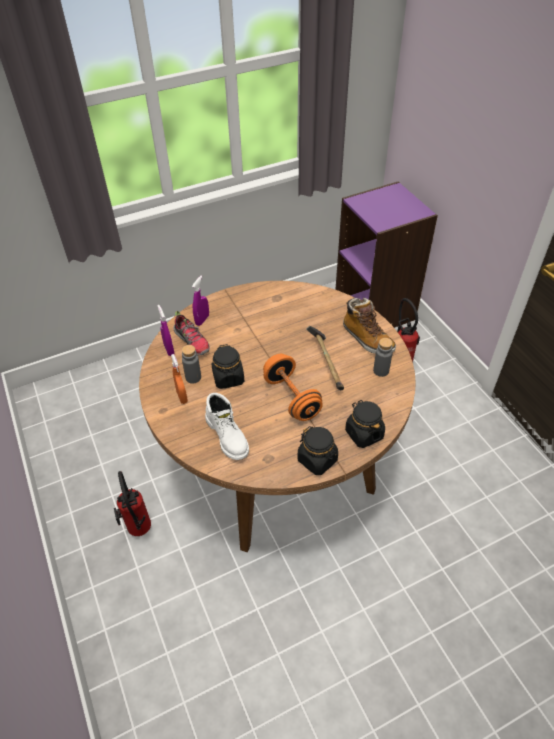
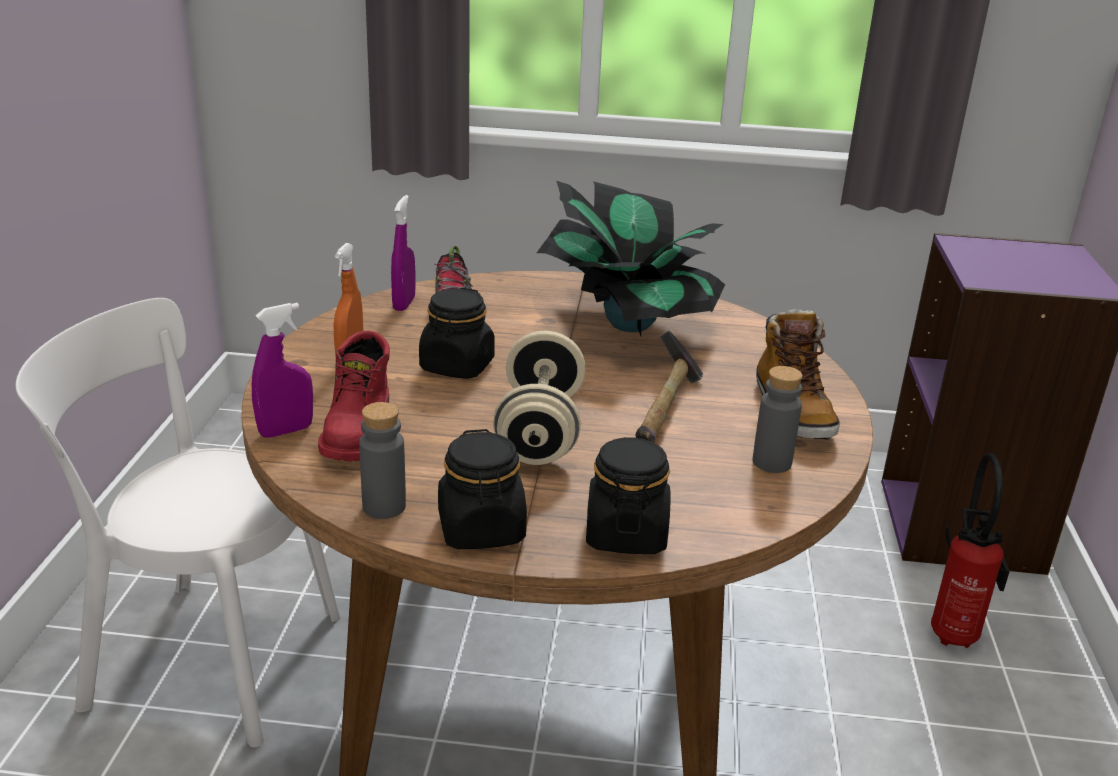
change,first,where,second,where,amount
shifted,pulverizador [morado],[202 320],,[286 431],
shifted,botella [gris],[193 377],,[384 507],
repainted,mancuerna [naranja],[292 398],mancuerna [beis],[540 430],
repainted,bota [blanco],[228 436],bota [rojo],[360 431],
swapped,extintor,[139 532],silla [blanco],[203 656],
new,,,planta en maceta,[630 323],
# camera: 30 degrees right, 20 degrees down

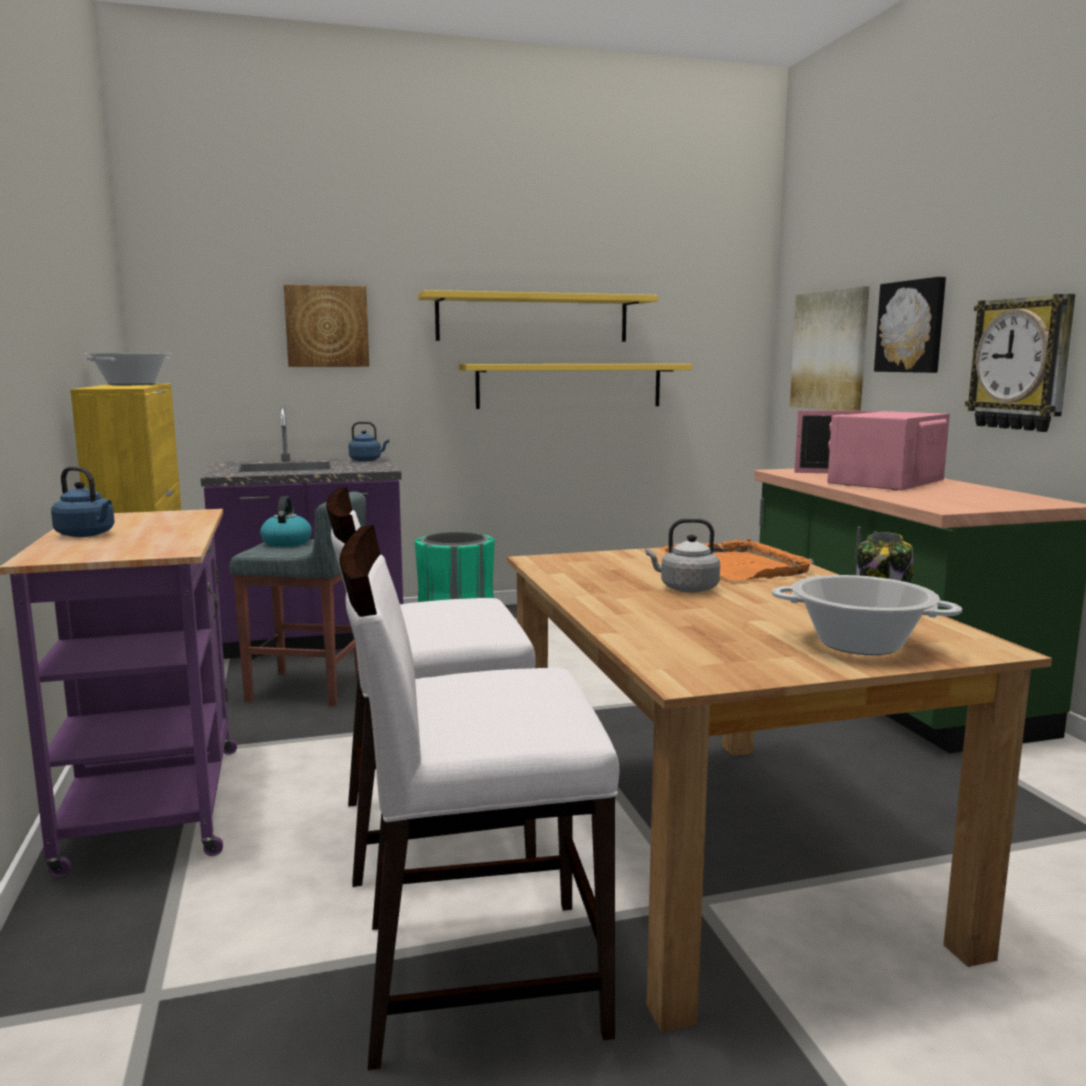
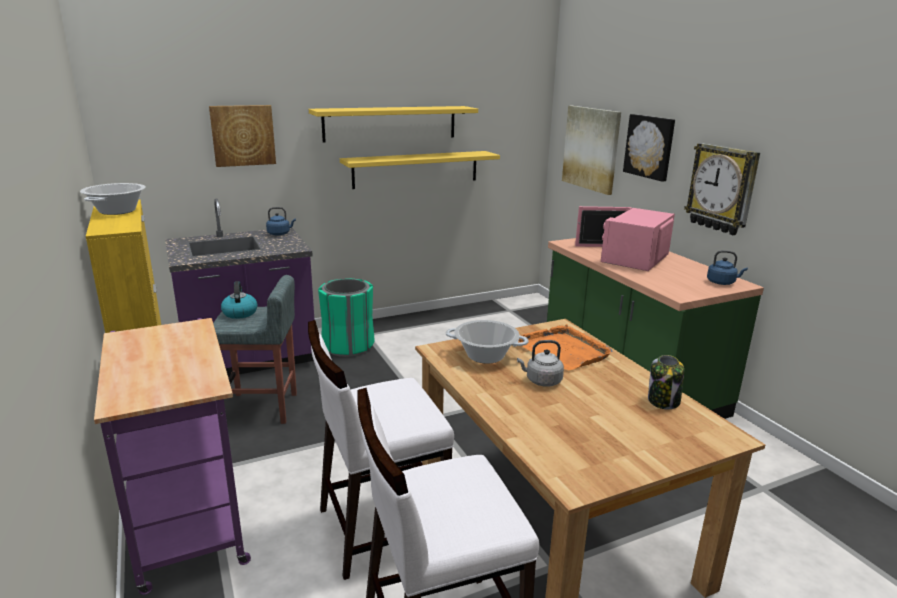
change,first,where,second,where,amount
shifted,hervidor [azul],[87 535],,[722 282],
shifted,olla,[860 644],,[485 356],
# camera: 10 degrees left, 10 degrees up

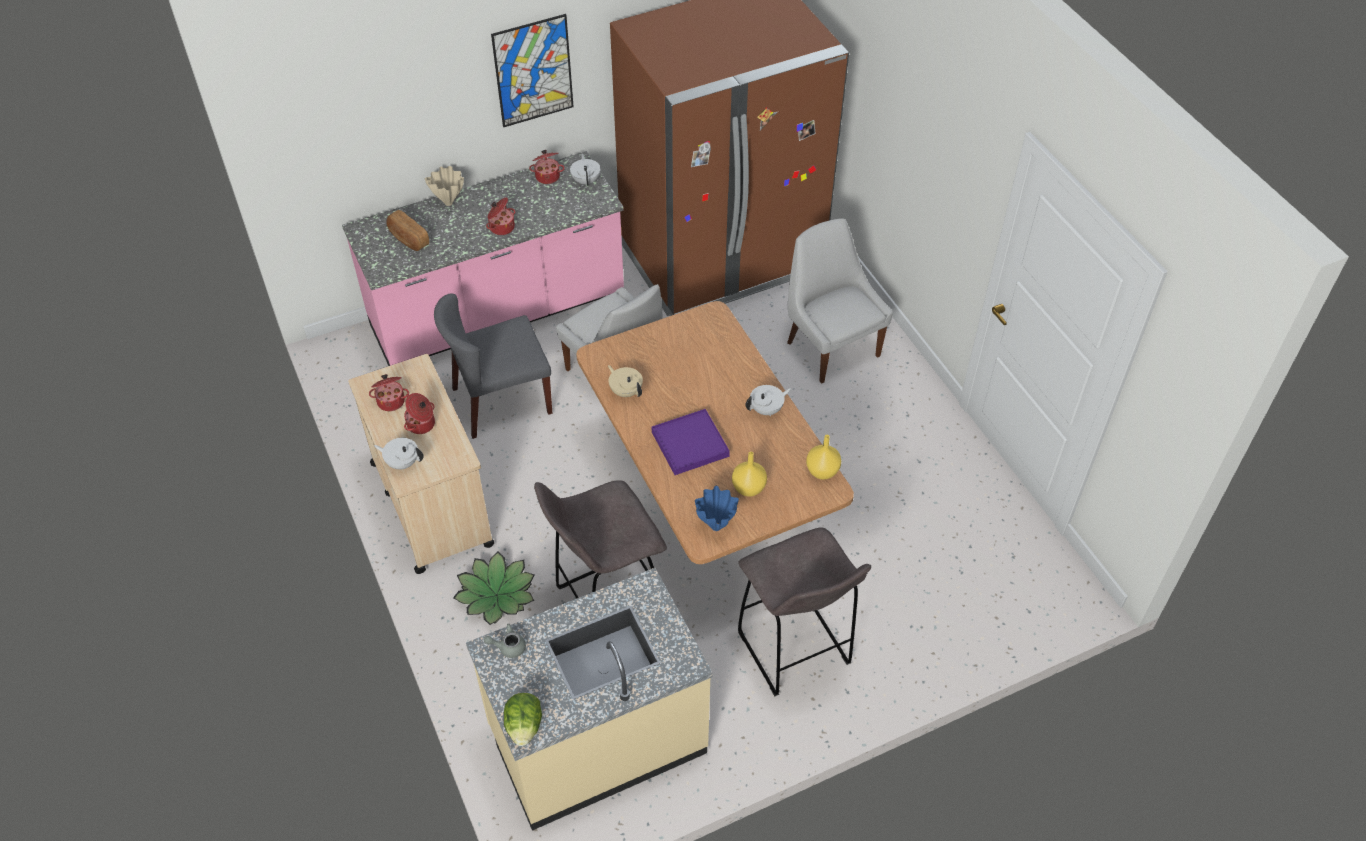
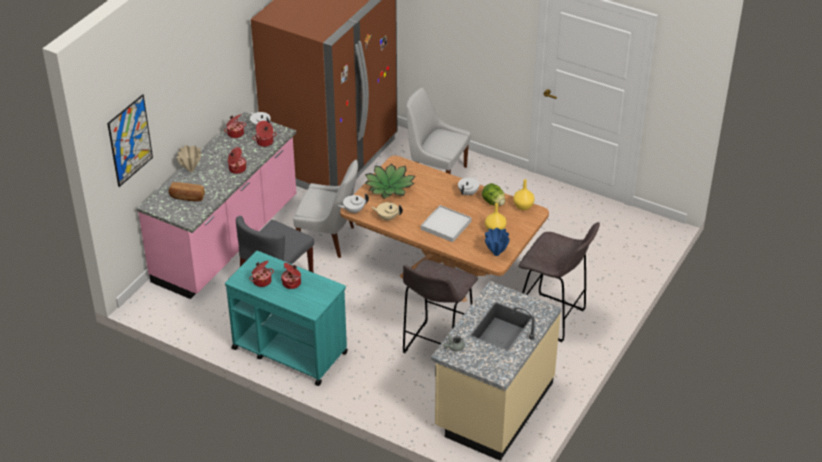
change,first,where,second,where,amount
shifted,cuadro,[533 71],,[130 140],
repainted,carrito [beis],[431 503],carrito [turquesa],[289 350],
repainted,bandeja [morado],[690 444],bandeja [blanco],[446 225],
shifted,tetera [blanco],[402 462],,[353 210],
shifted,planta en maceta,[496 595],,[389 187],
shifted,lechuga,[524 726],,[493 202],
new,,,olla,[265 142],
# camera: 35 degrees left, 10 degrees down

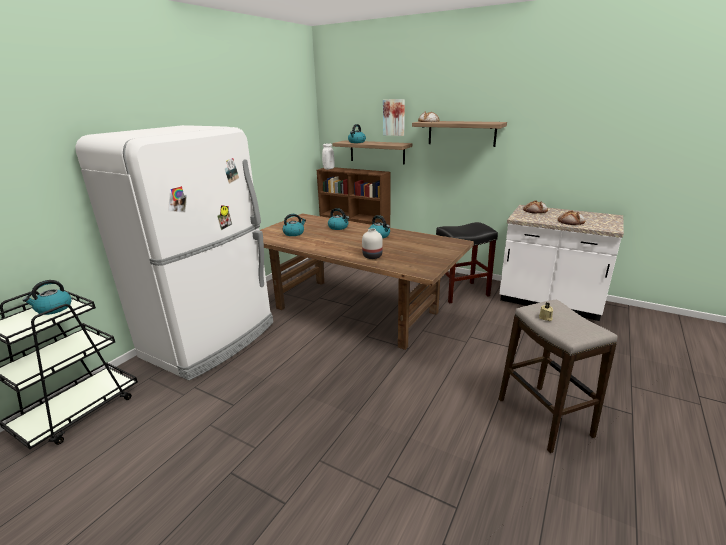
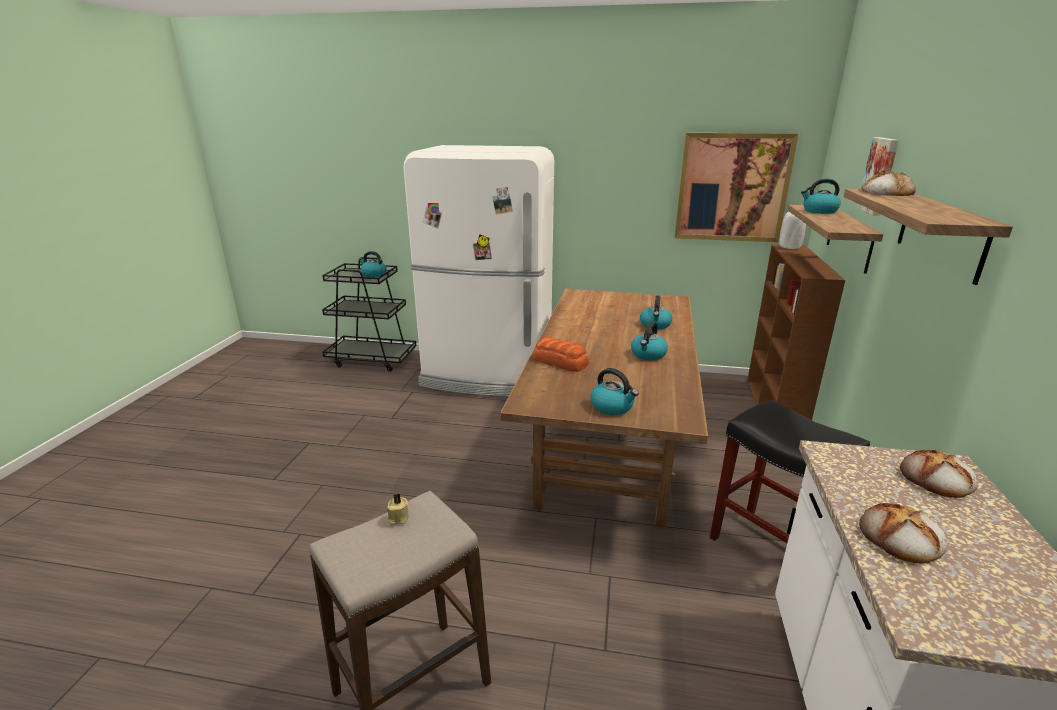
change,first,where,second,where,amount
shifted,hervidor,[294 233],,[612 407],
swapped,florero [blanco],[373 256],pan,[561 362],
new,,,cuadro,[732 188],
# camera: 70 degrees right, 0 degrees up

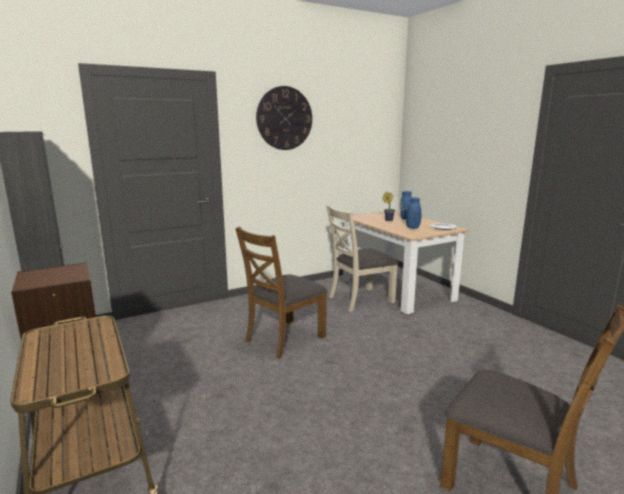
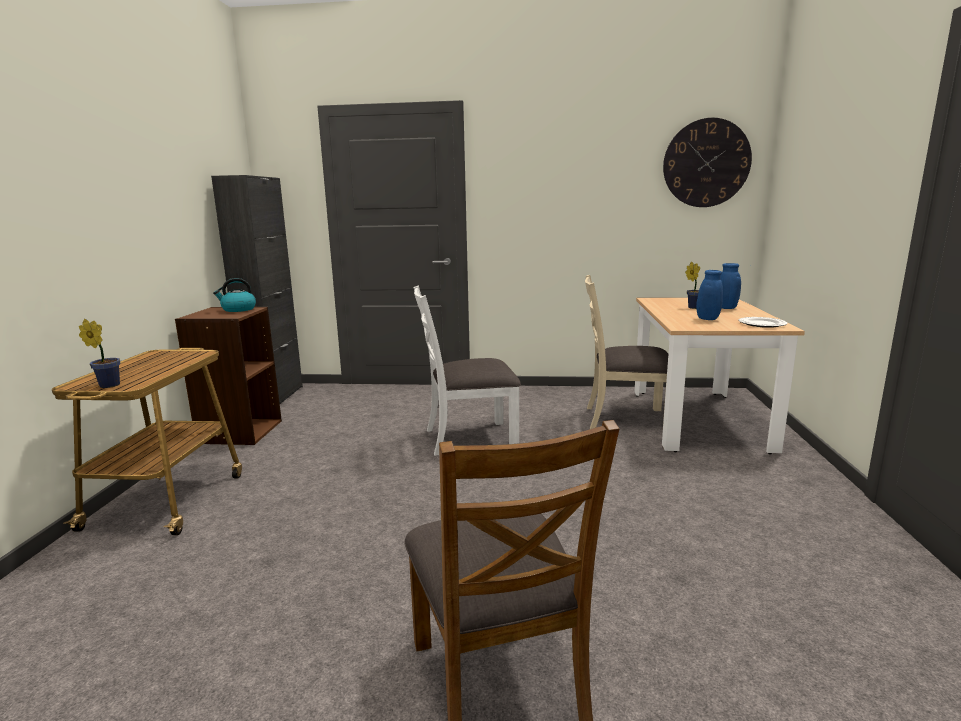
change,first,where,second,where,amount
shifted,reloj de pared,[284 118],,[706 163],
repainted,silla [marrón],[284 338],silla [blanco],[469 438],
new,,,hervidor,[238 309],
new,,,planta en maceta,[107 385],
# camera: 35 degrees right, 0 degrees up

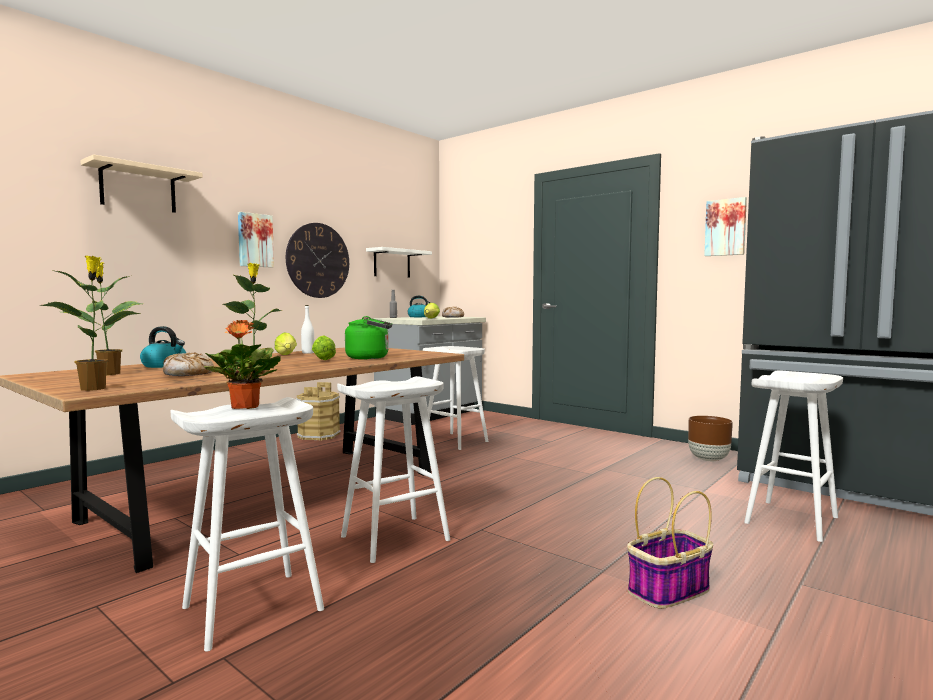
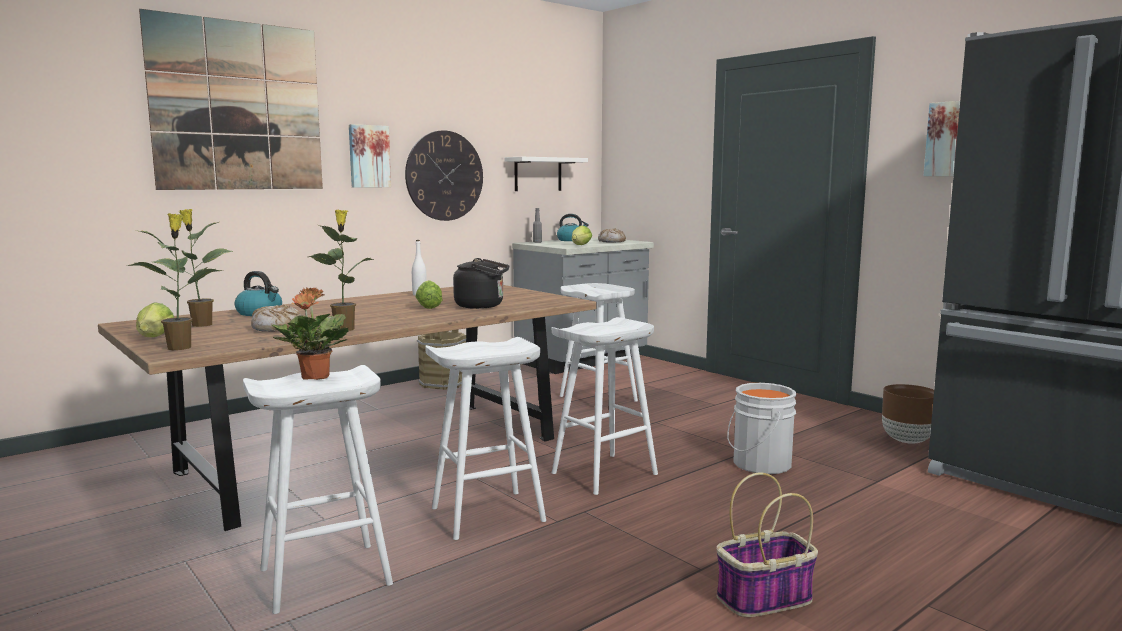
change,first,where,second,where,amount
swapped,estante [beis],[138 189],cuadro,[238 106],
repainted,hervidor [verde],[370 358],hervidor [negro],[482 306],
shifted,lechuga,[286 355],,[154 338],
shifted,taburete [blanco],[792 521],,[604 474],
new,,,cubo [gris],[758 464],
# camera: 10 degrees right, 5 degrees up

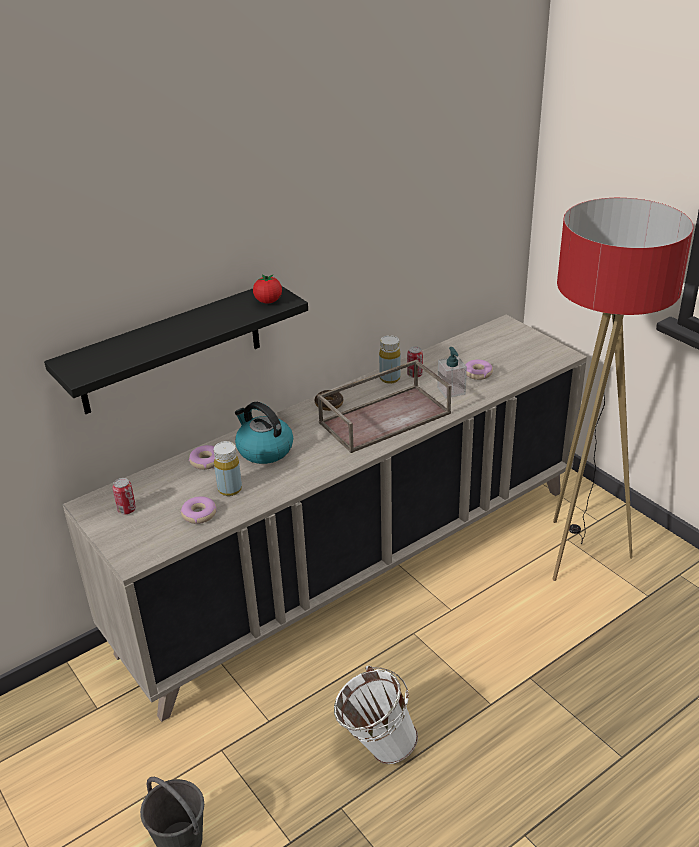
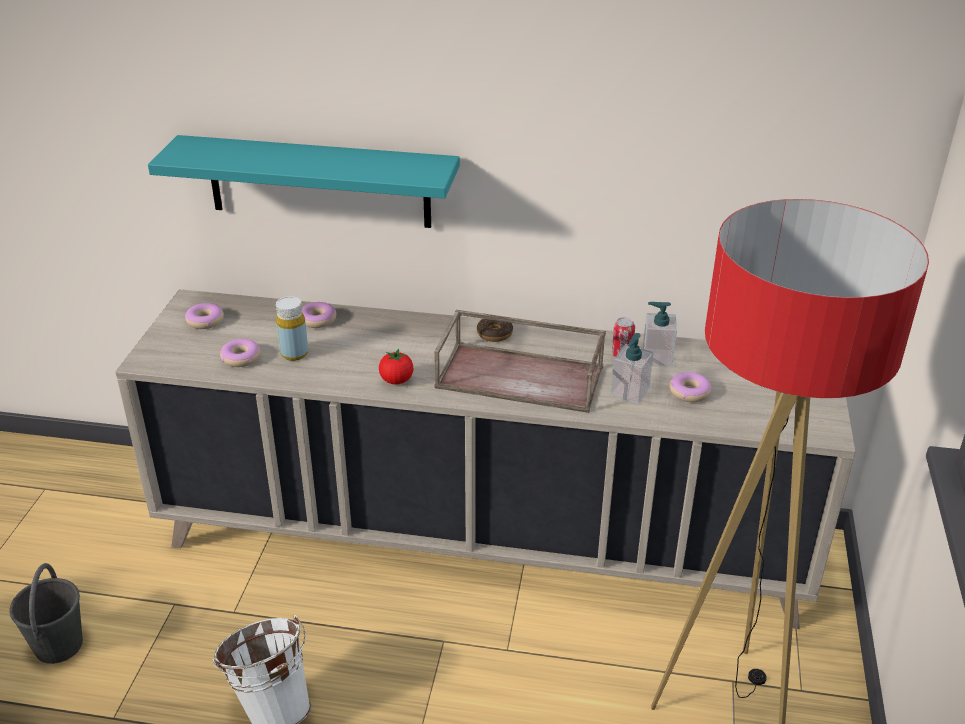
change,first,where,second,where,amount
shifted,tomate,[268 301],,[396 380],
repainted,estante [negro],[171 348],estante [turquesa],[319 182],
gone,botella [amarillo],[390 378],,,
gone,hervidor,[264 450],,,
swapped,lata,[127 510],rosquilla,[205 321],
new,,,dispensador de jabón,[657 357],
# camera: 45 degrees right, 0 degrees up

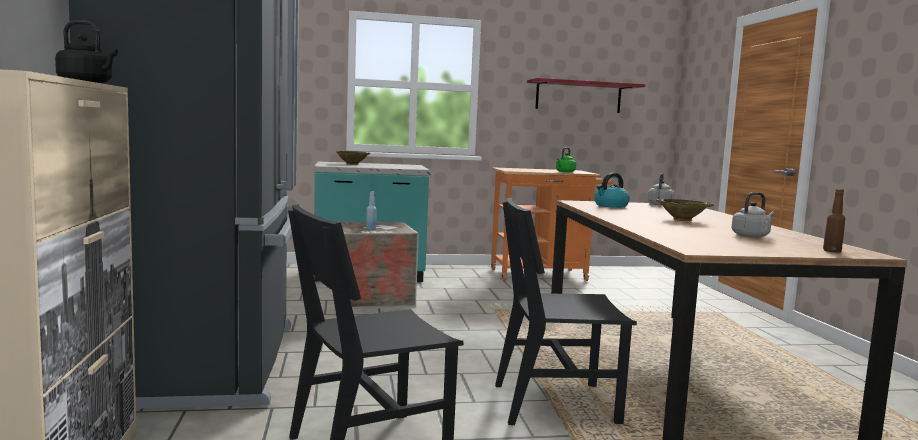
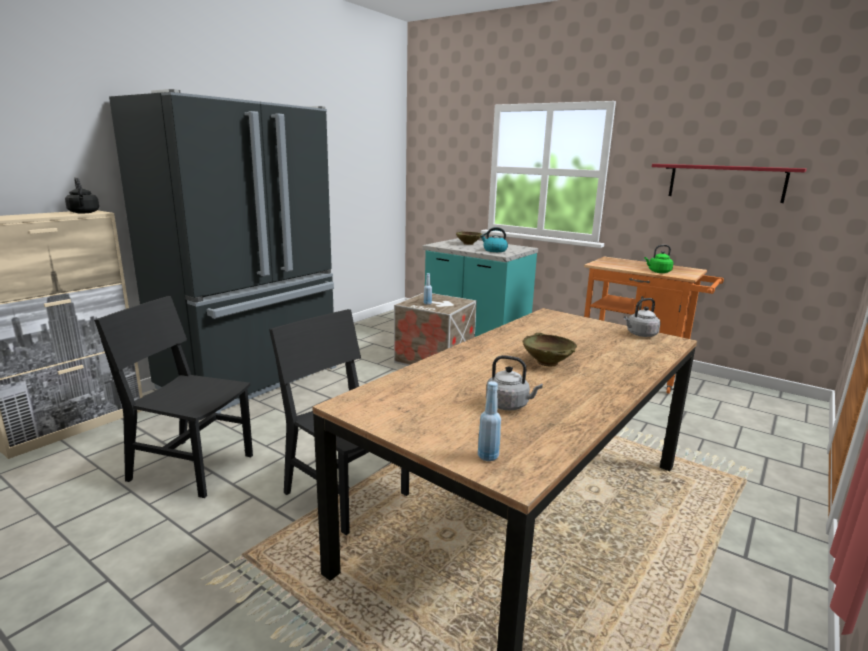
change,first,where,second,where,amount
shifted,hervidor,[610 206],,[494 250],
repainted,botella [marrón],[832 251],botella [azul],[488 456],
# camera: 45 degrees right, 10 degrees up

